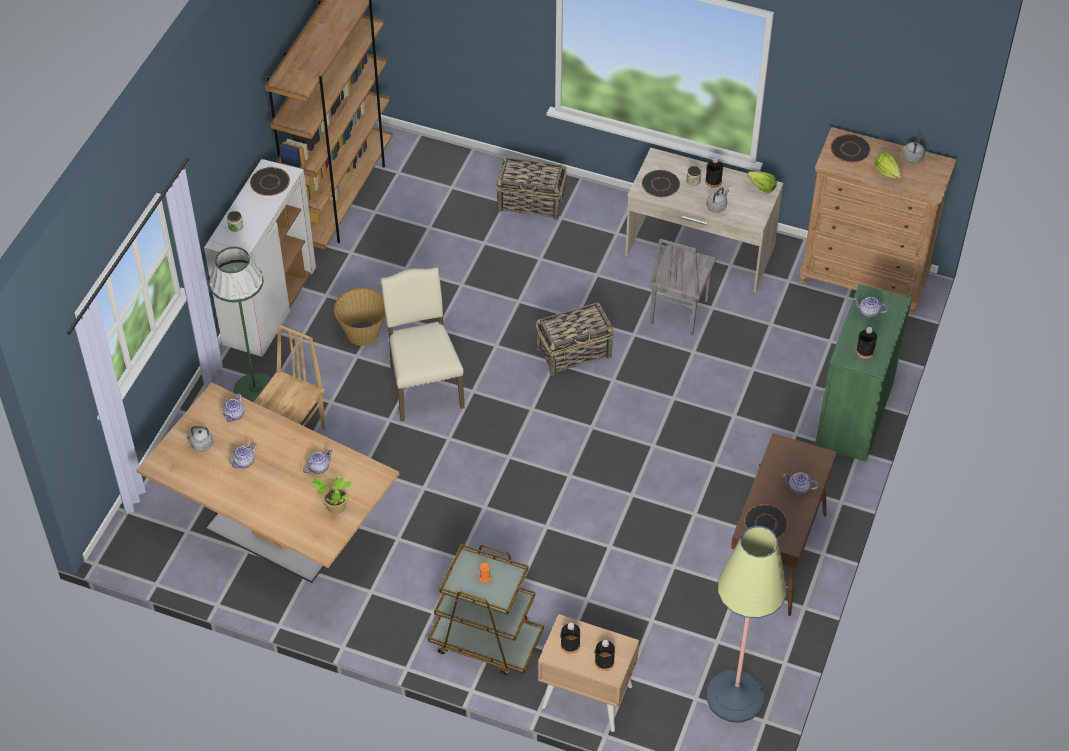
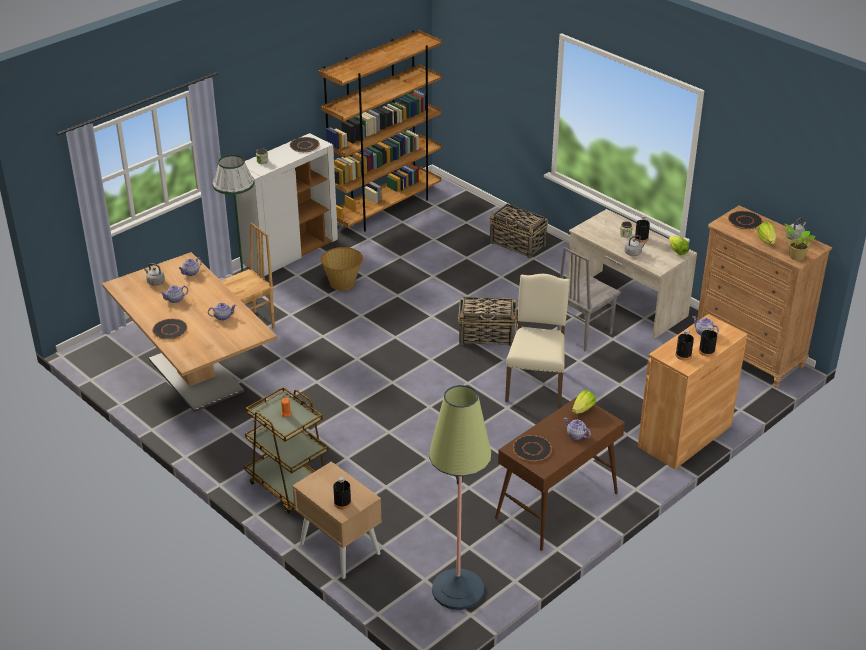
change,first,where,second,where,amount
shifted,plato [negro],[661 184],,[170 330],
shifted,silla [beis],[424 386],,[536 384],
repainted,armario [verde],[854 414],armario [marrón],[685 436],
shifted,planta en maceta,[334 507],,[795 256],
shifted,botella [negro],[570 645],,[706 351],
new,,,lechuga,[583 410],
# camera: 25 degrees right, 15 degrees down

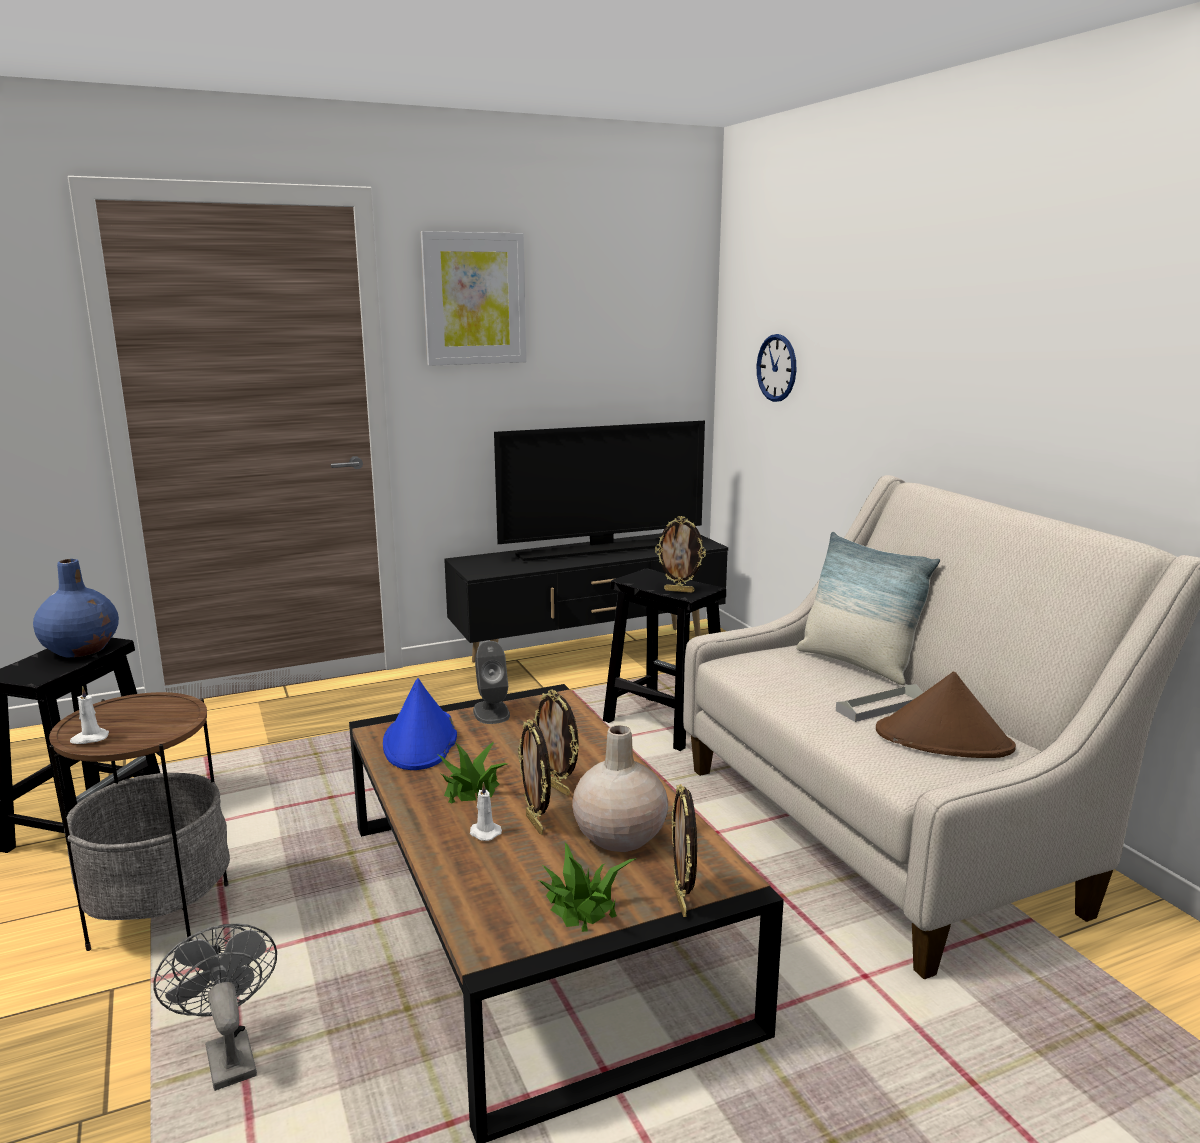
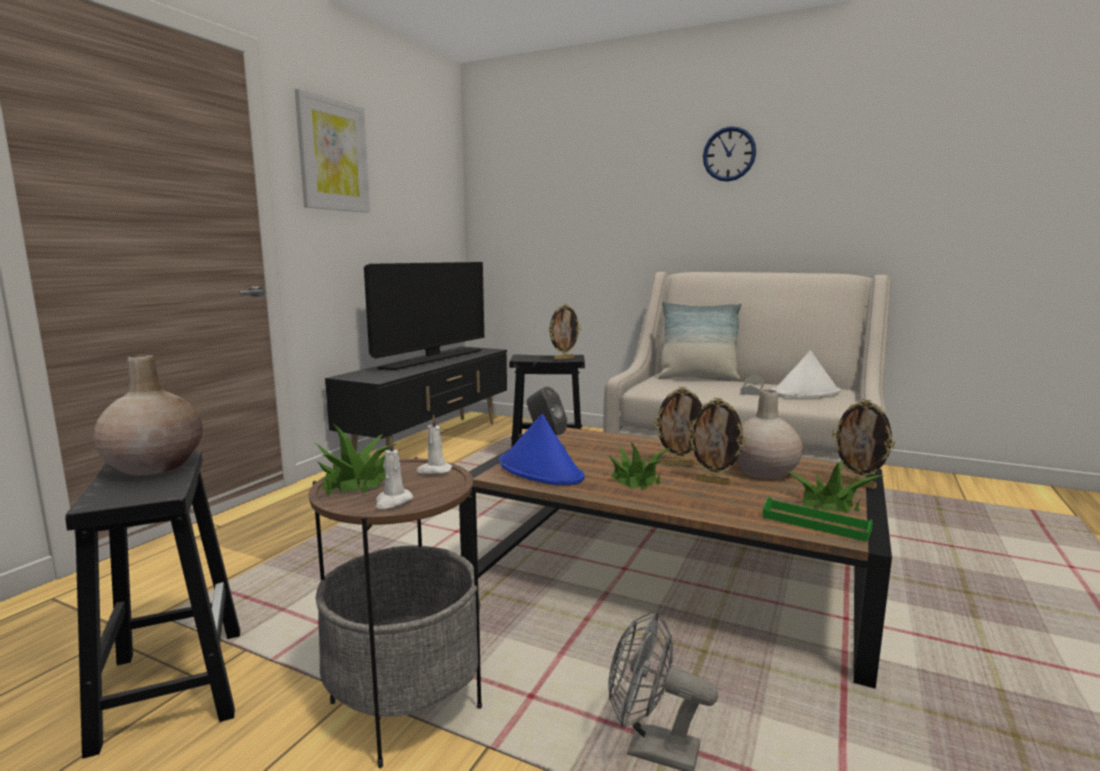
change,first,where,second,where,amount
shifted,reloj de pared,[777 368],,[729 154],
repainted,florero [azul],[81 649],florero [beis],[155 466],
repainted,sombrero [marrón],[944 740],sombrero [blanco],[806 393],
shifted,vela [blanco],[484 833],,[434 470],
new,,,planta en maceta,[354 481],
new,,,bandeja [verde],[815 523],
# camera: 40 degrees left, 5 degrees down

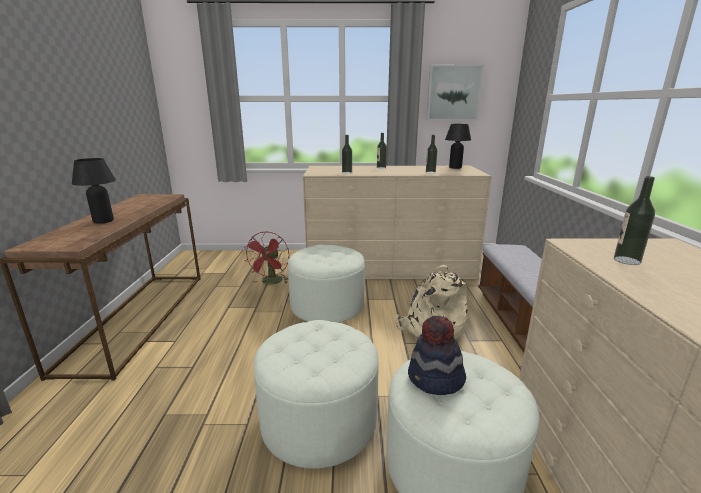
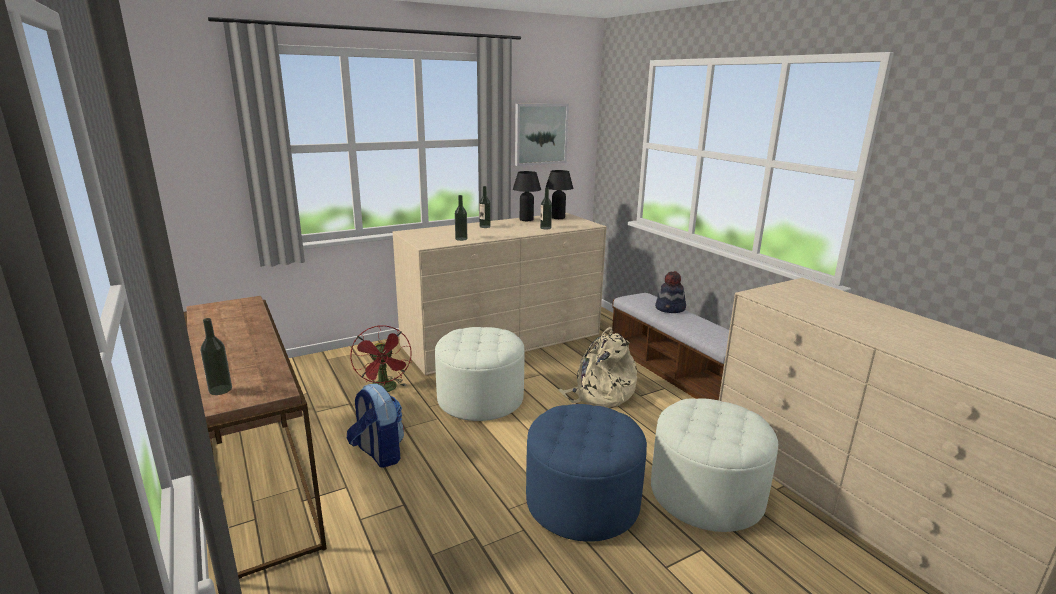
change,first,where,second,where,amount
shifted,lámpara de mesa [negro],[103 221],,[526 220],
shifted,botella,[626 260],,[220 390],
shifted,sombrero,[435 379],,[670 309],
repainted,puf [blanco],[319 420],puf [azul],[582 502],
new,,,mochila,[378 453],
# camera: 30 degrees left, 0 degrees up

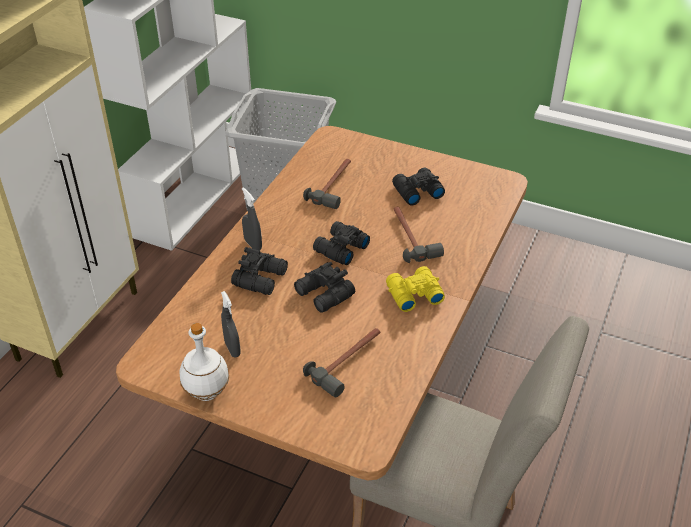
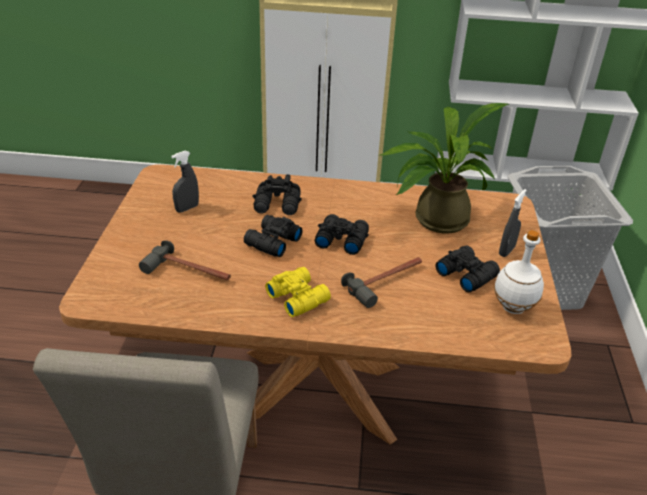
change,first,where,second,where,amount
swapped,martillo,[334 186],planta en maceta,[434 219],
shifted,pulverizador [gris],[253 245],,[506 251],
shifted,botella [blanco],[206 393],,[512 307],
# camera: 70 degrees right, 5 degrees down

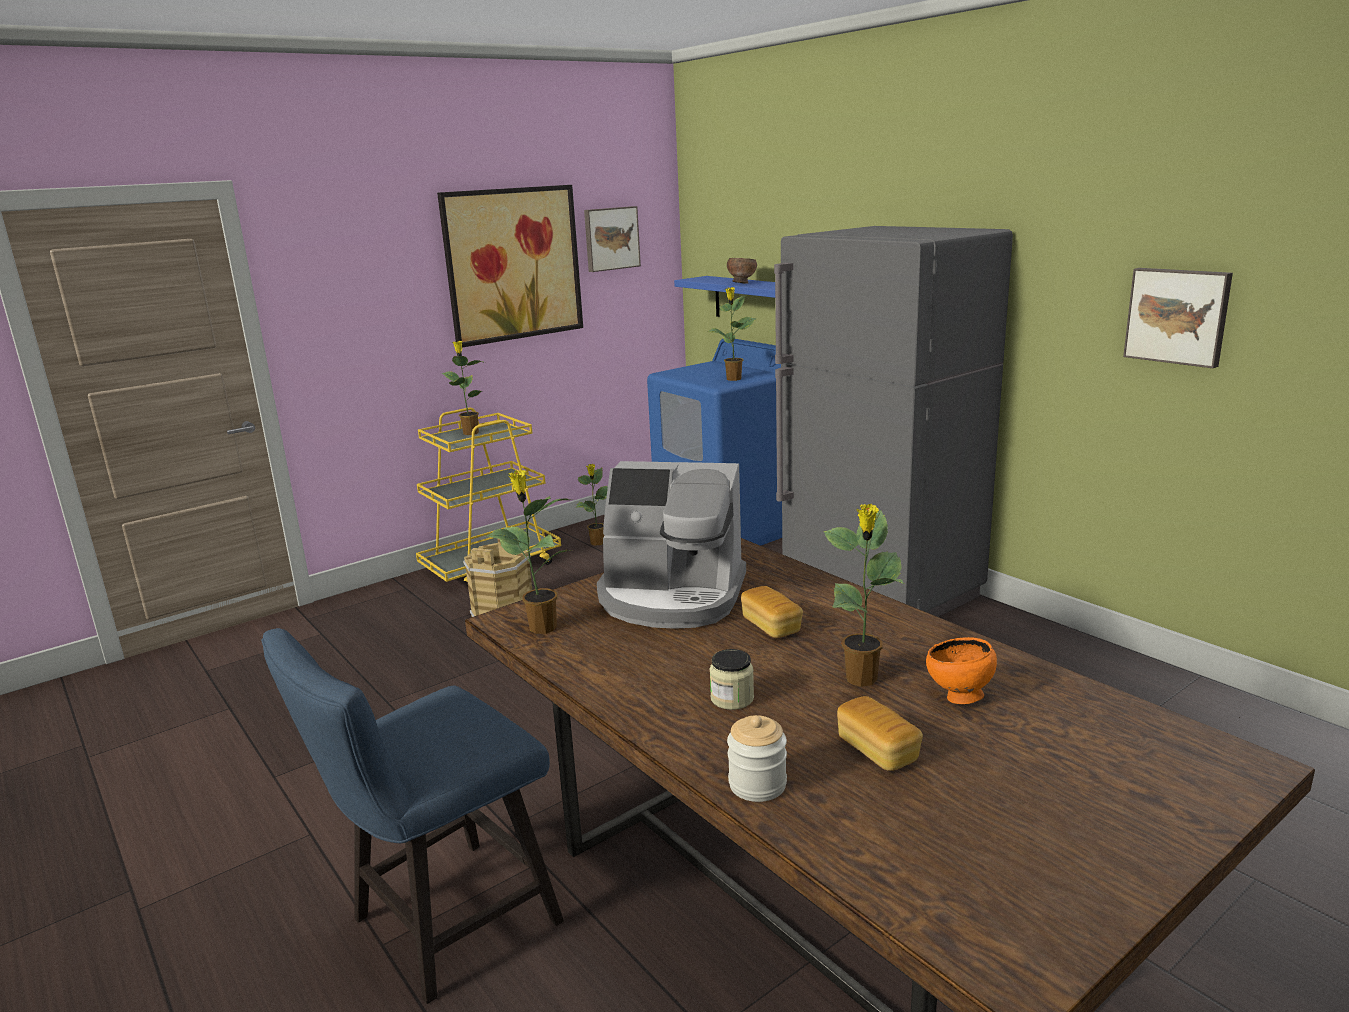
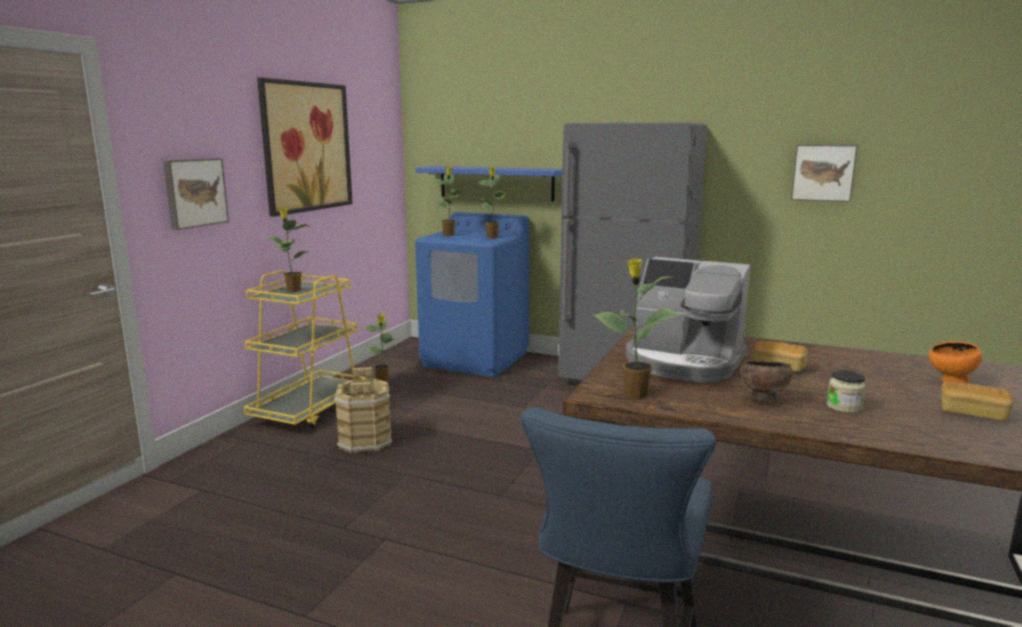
change,first,where,second,where,amount
shifted,cuadro,[611 238],,[194 192],
shifted,cuenco [marrón],[741 284],,[762 400],
rotated,cafetera,[672 597],,[683 362],45 degrees clockwise
shifted,planta en maceta,[861 680],,[449 235],
gone,tarro,[757 785],,,
# camera: 30 degrees left, 5 degrees down

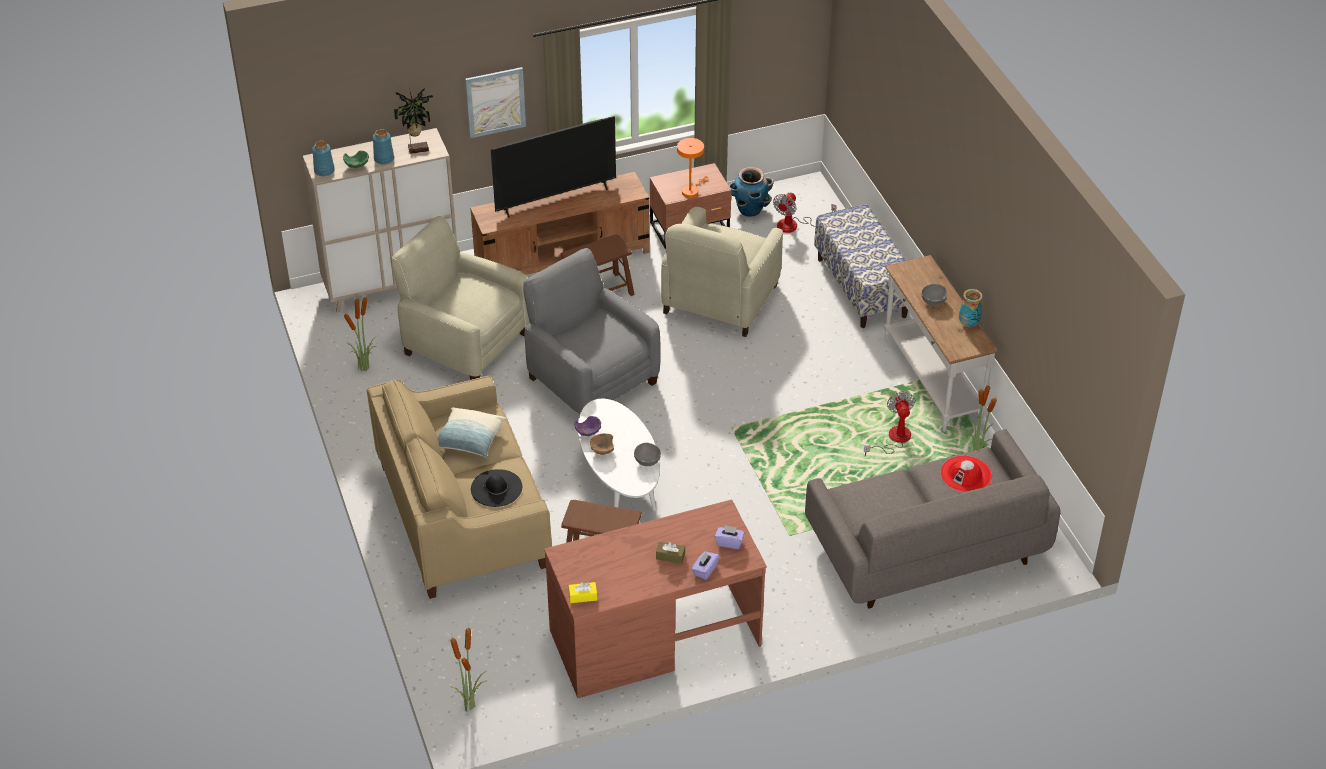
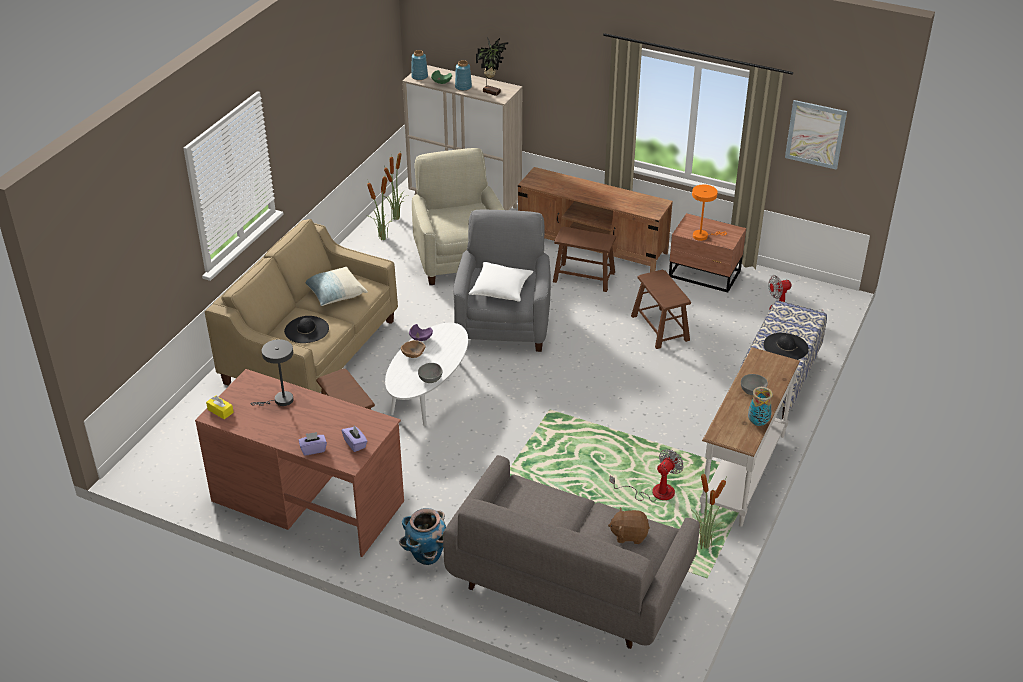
change,first,where,second,where,amount
shifted,cuadro,[495 102],,[815 134],
gone,televisor,[555 199],,,
shifted,maceta,[750 210],,[427 556],
swapped,sillón [beis],[719 300],taburete [marrón],[660 328],
swapped,sombrero [rojo],[966 474],peluche [marrón],[629 534],
gone,caja de pañuelos [marrón],[670 556],,,
shifted,planta en maceta,[470 705],,[396 218],
new,,,cojín [blanco],[501 289],
new,,,sombrero [negro],[785 347],
new,,,lámpara de mesa [gris],[280 400],
# camera: 45 degrees right, 5 degrees down

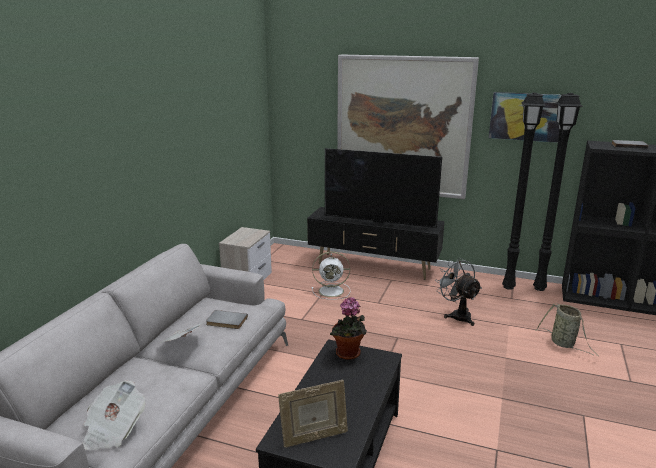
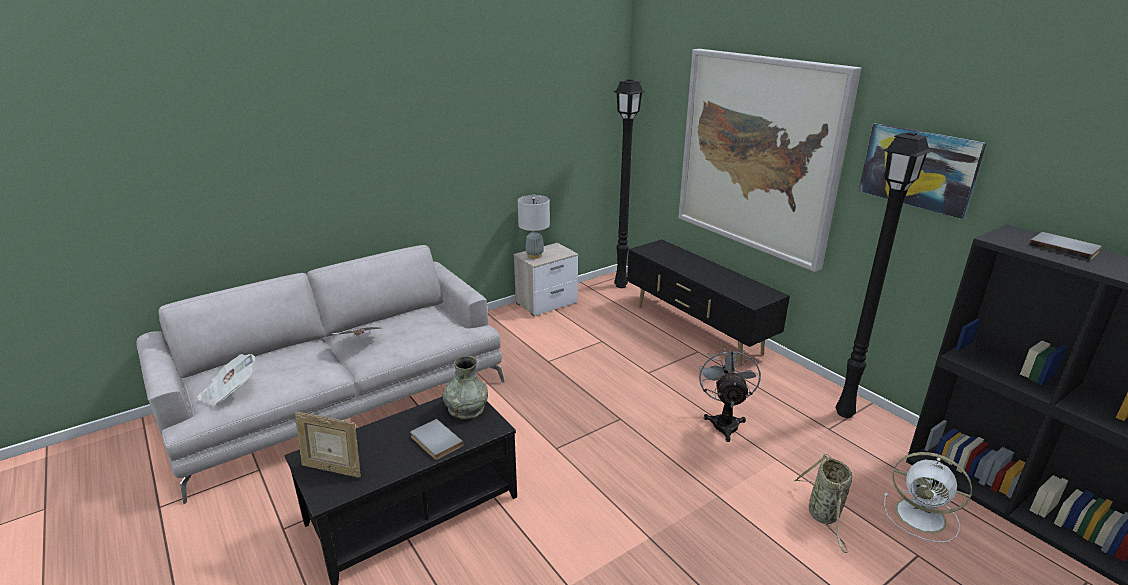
change,first,where,second,where,amount
shifted,lámpara de pie [negro],[540 288],,[622 285],
gone,televisor,[378 223],,,
shifted,ventilador [blanco],[332 291],,[922 516],
swapped,planta en maceta,[348 355],florero [gris],[466 408],
shifted,libro [gris],[226 321],,[434 441],
new,,,lámpara de mesa [gris],[534 255],
# camera: 35 degrees right, 5 degrees up

